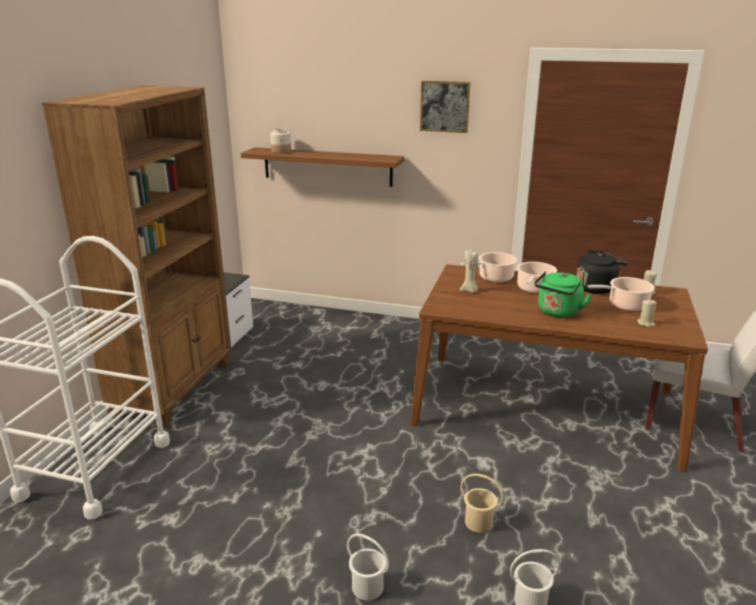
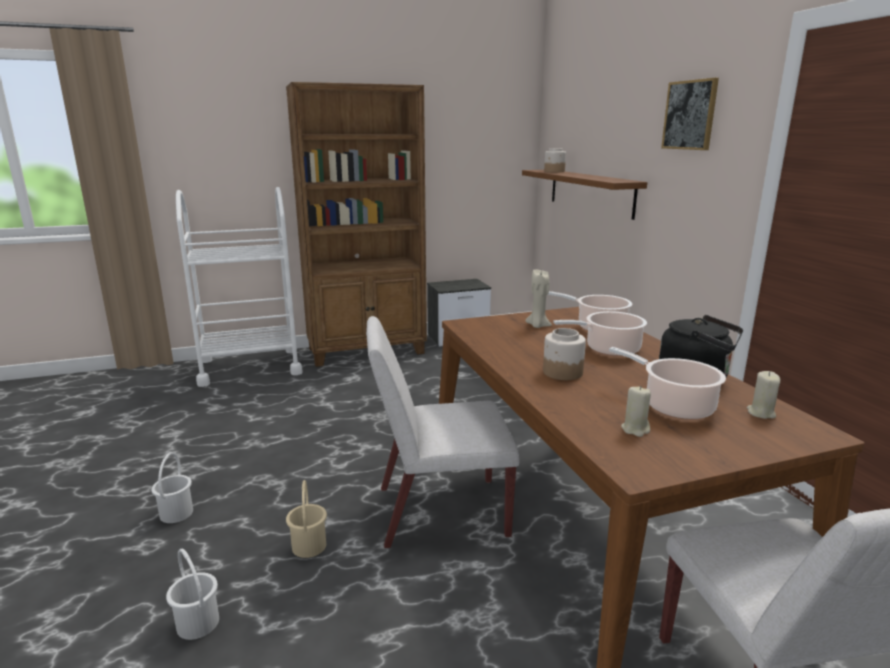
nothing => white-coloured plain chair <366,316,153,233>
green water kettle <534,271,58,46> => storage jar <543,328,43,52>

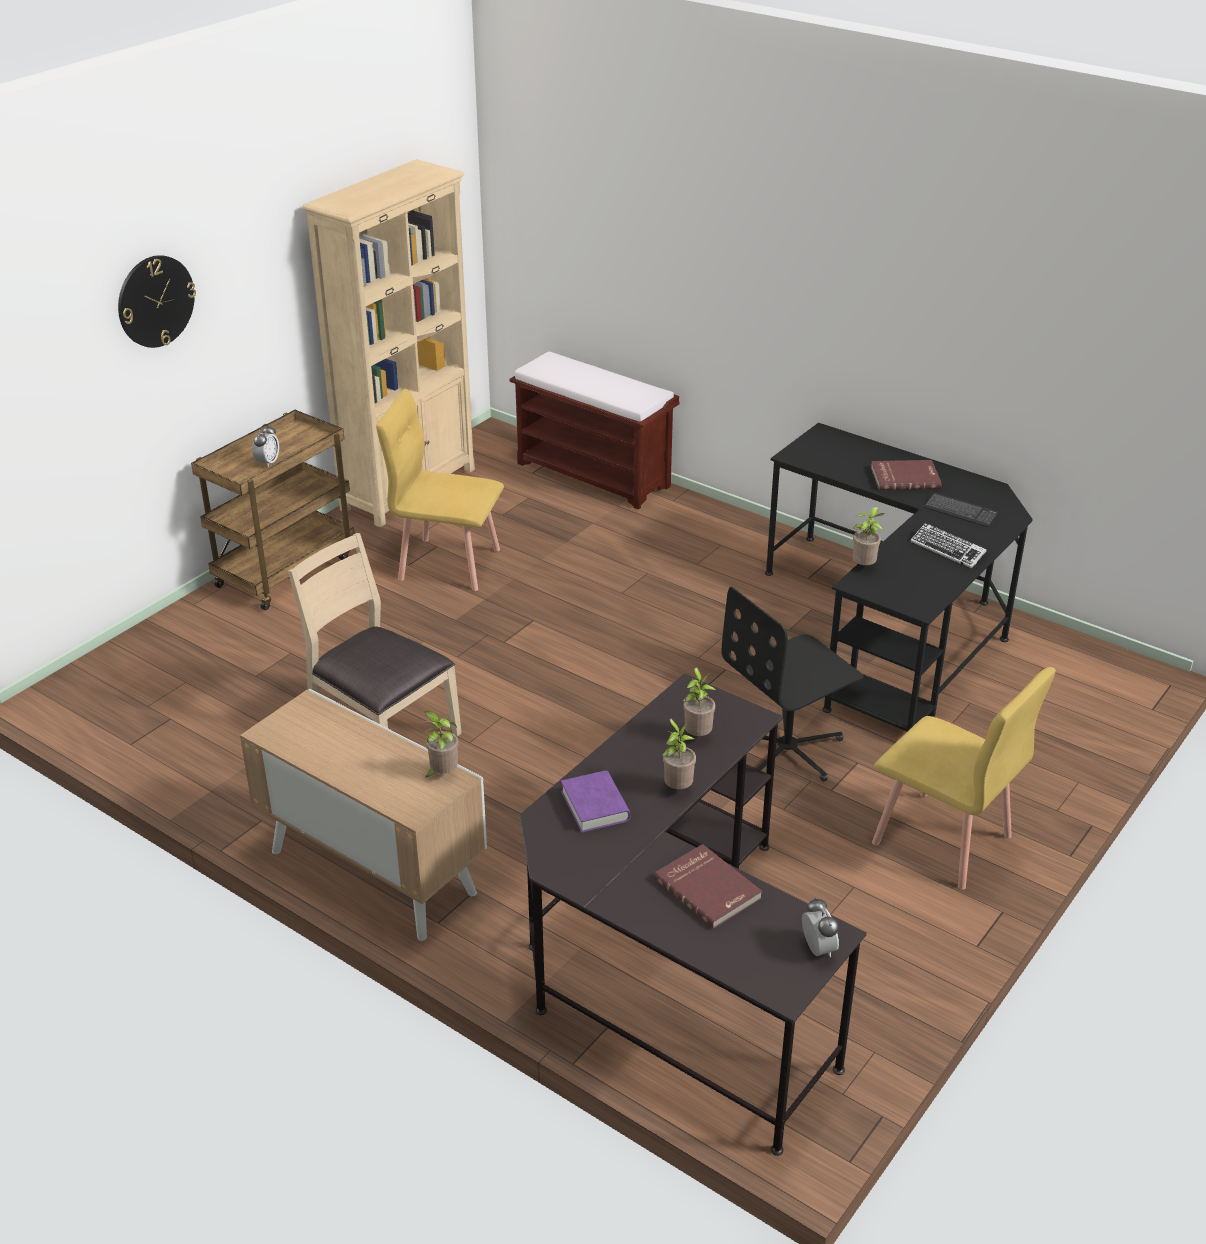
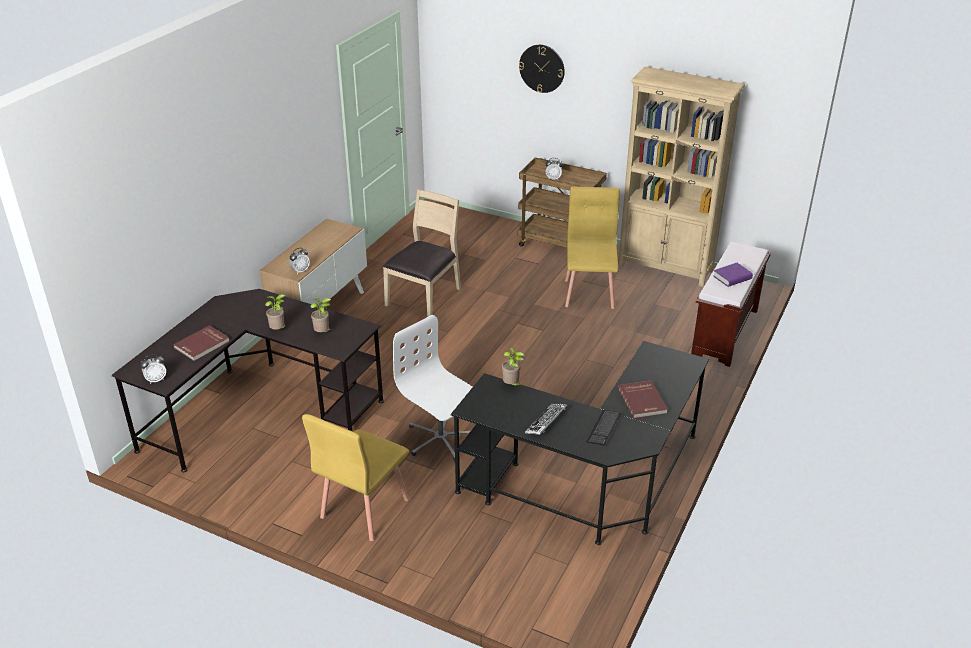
potted plant <418,711,40,67> => table clock <289,248,21,26>
black-coloured office chair <722,587,141,195> => white-coloured office chair <393,315,80,146>
purple-coloured bound book <561,770,69,63> => purple-coloured bound book <713,263,40,24>, move

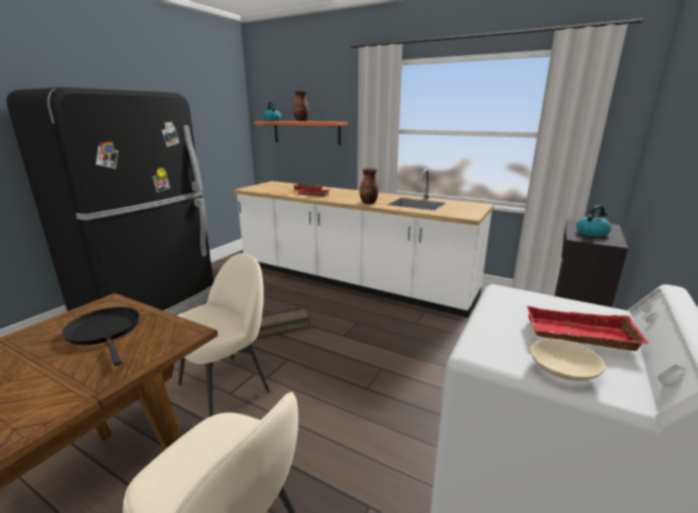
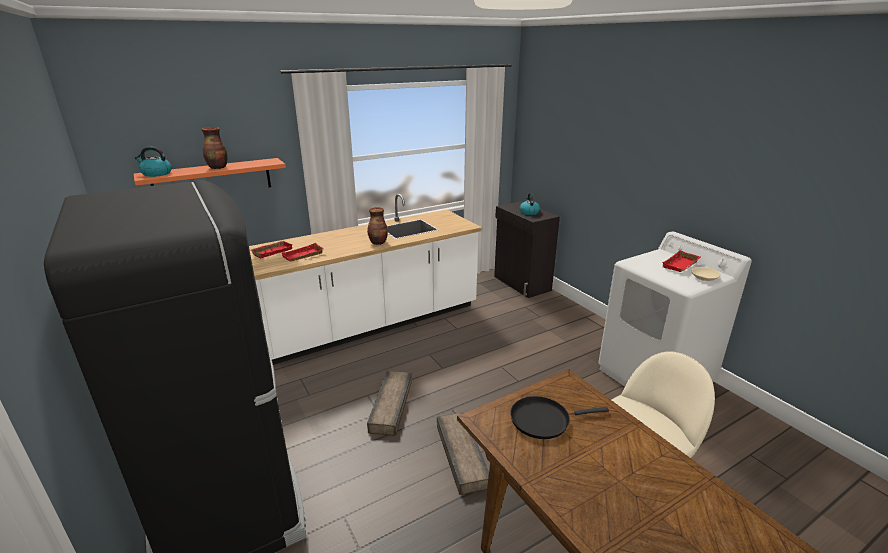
beige plain chair <177,253,93,164> => crate <437,412,52,83>

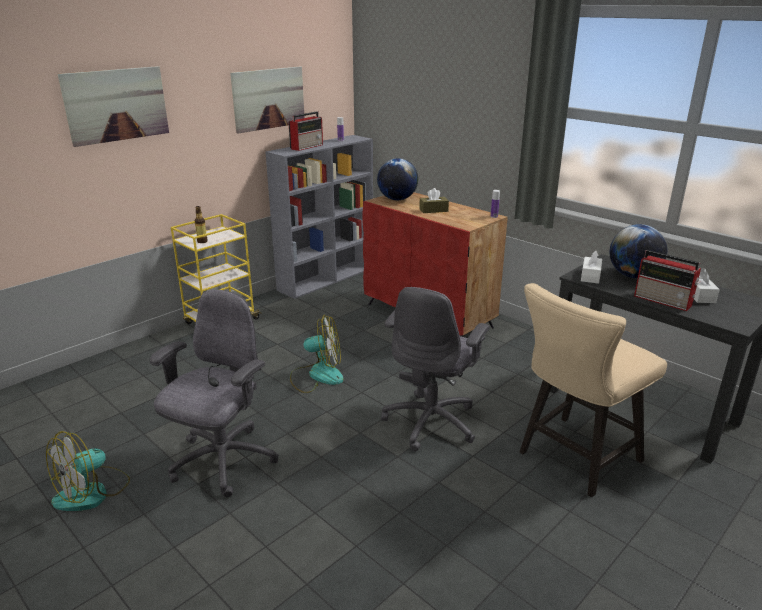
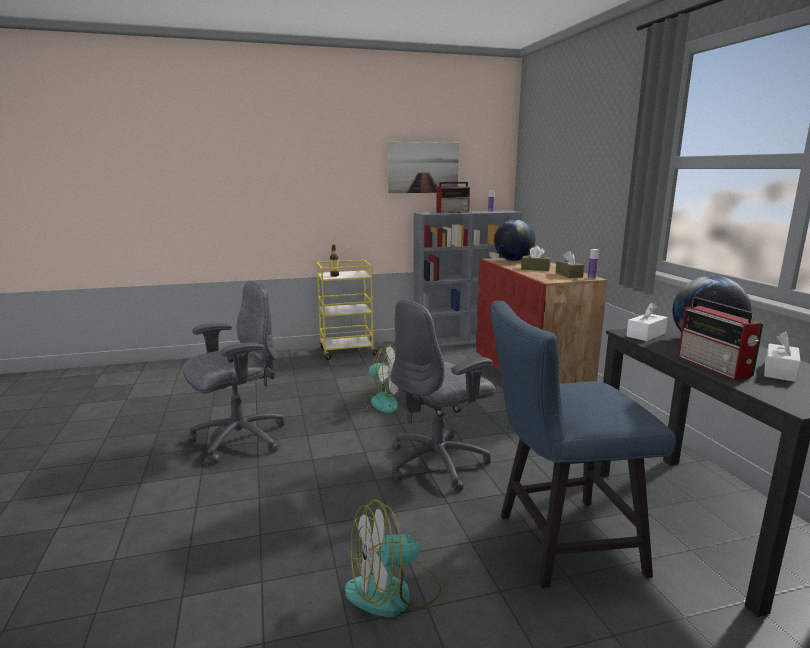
fan <46,431,84,80> => fan <345,499,97,118>, move
beige plain chair <520,283,147,214> => blue plain chair <491,301,185,287>
nothing => brownish tissue box <556,251,28,27>
wall picture <58,66,111,81> => nothing

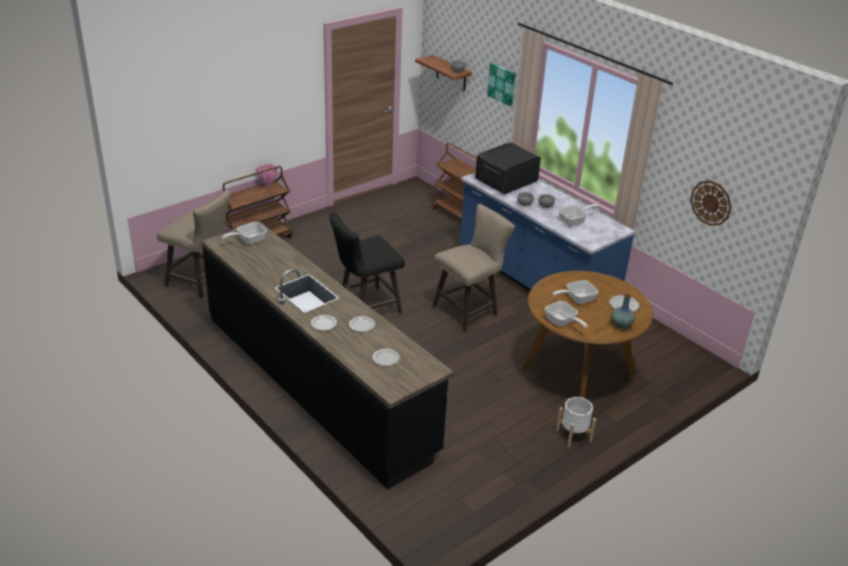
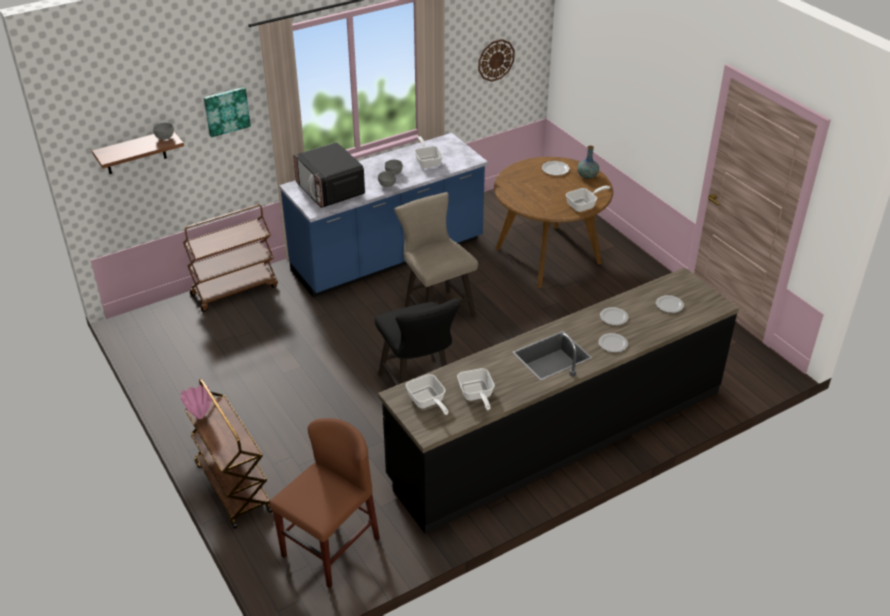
beige sitting stool <157,190,74,108> => brownish plain chair <269,418,111,170>
pan <553,280,45,24> => pan <457,368,38,42>, move
white-coloured plant pot <556,397,40,50> => nothing

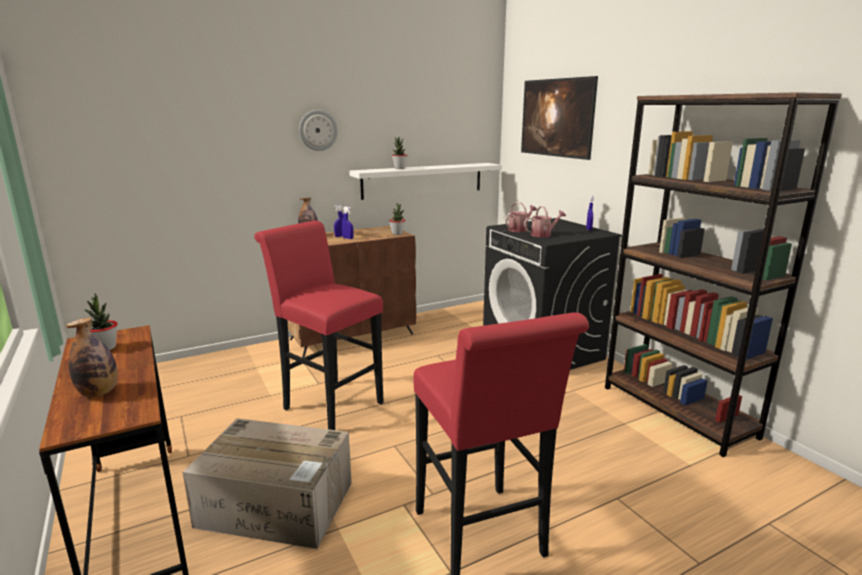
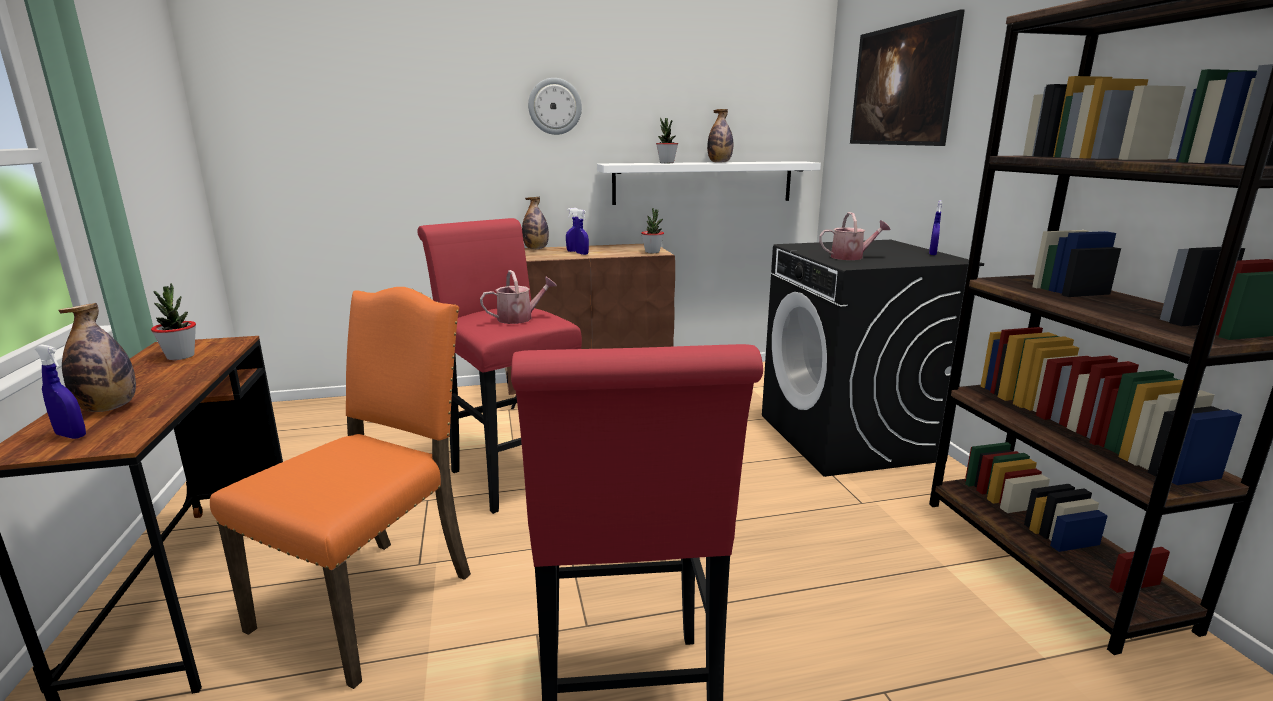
nothing => blue hand sprayer <35,344,51,95>
carton <183,418,169,131> => orangey plain chair <210,287,261,402>
watering can <505,202,32,30> => watering can <480,270,77,54>, move
nothing => drink bottle <707,109,26,54>

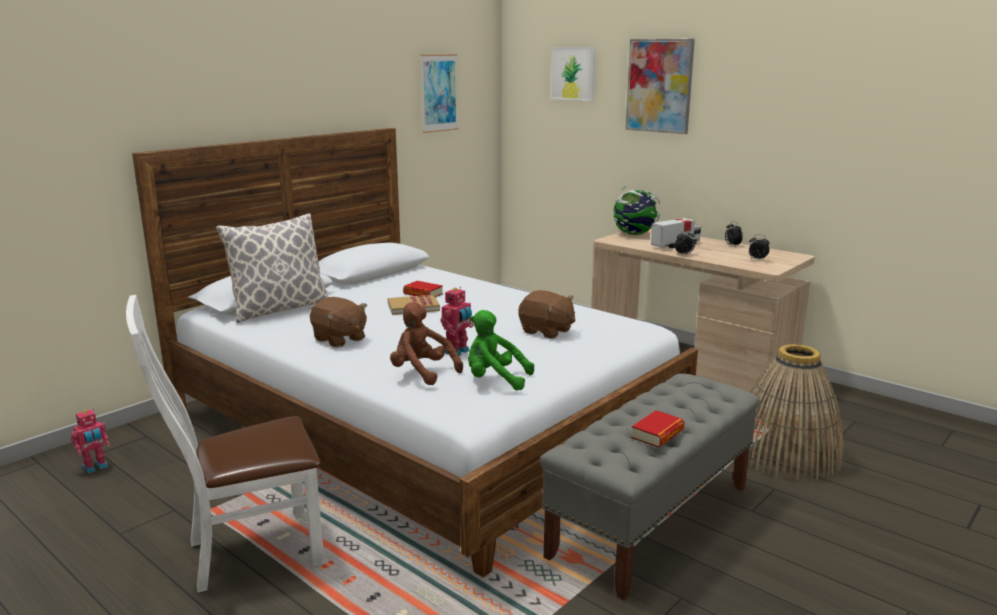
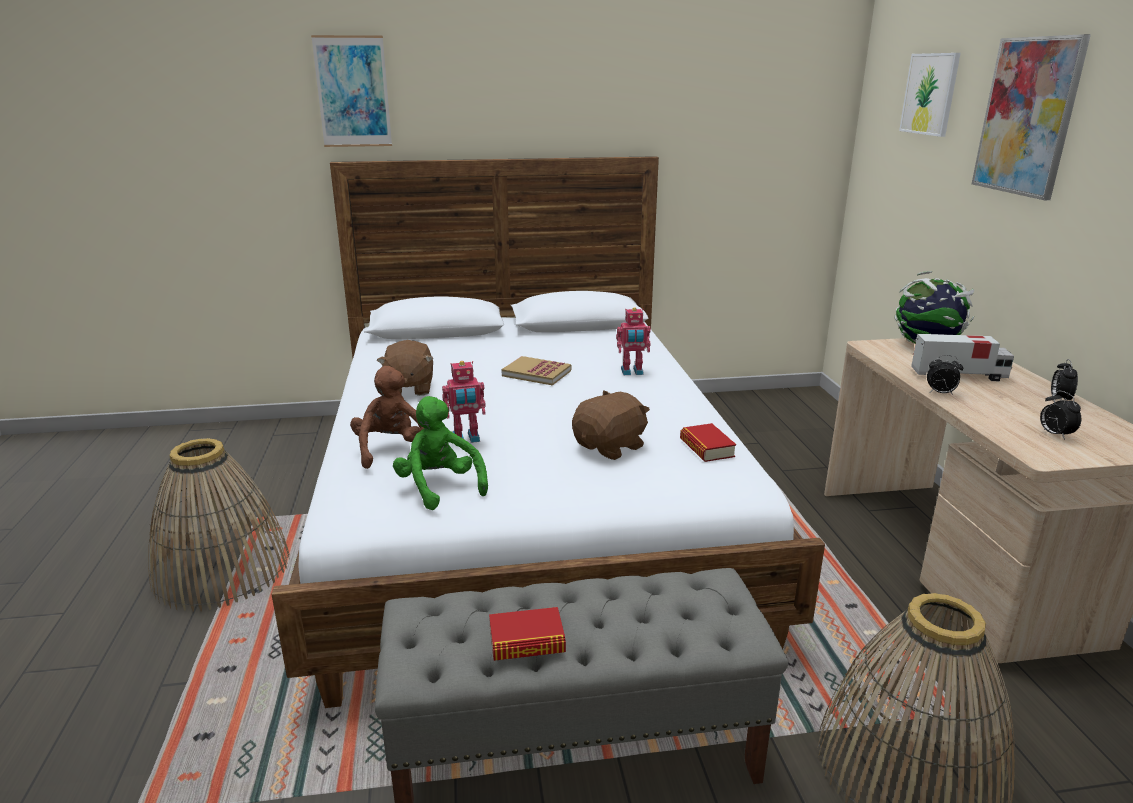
white-coloured plain chair <126,295,198,298> => basket <148,438,142,174>
wall picture <421,54,37,79> => wall picture <311,35,81,112>, move
brownish cuddly toy <518,290,57,49> => brownish cuddly toy <572,390,78,70>, 120 degrees counterclockwise
model robot <71,409,39,65> => model robot <616,307,35,68>, move
bound book <403,281,40,16> => bound book <680,423,56,39>, move
pillow <216,213,112,110> => nothing

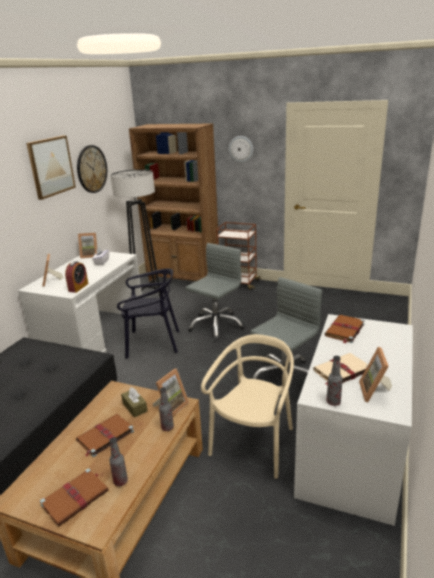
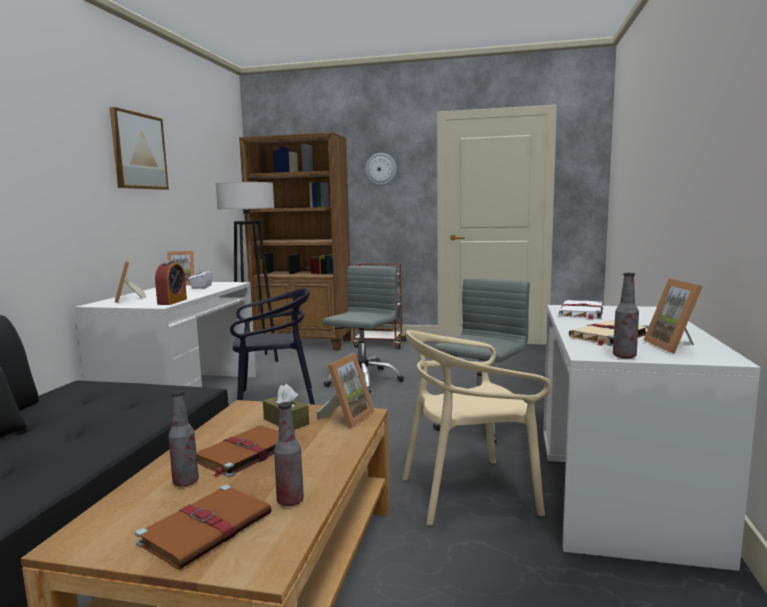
drink bottle <159,387,15,44> => drink bottle <168,390,31,97>, move
beige plain chair <201,334,93,145> => beige plain chair <403,330,148,196>, 120 degrees counterclockwise
brownish bound book <325,315,40,29> => white-coloured bound book <558,300,45,20>
clock on the wall <77,145,30,48> => nothing

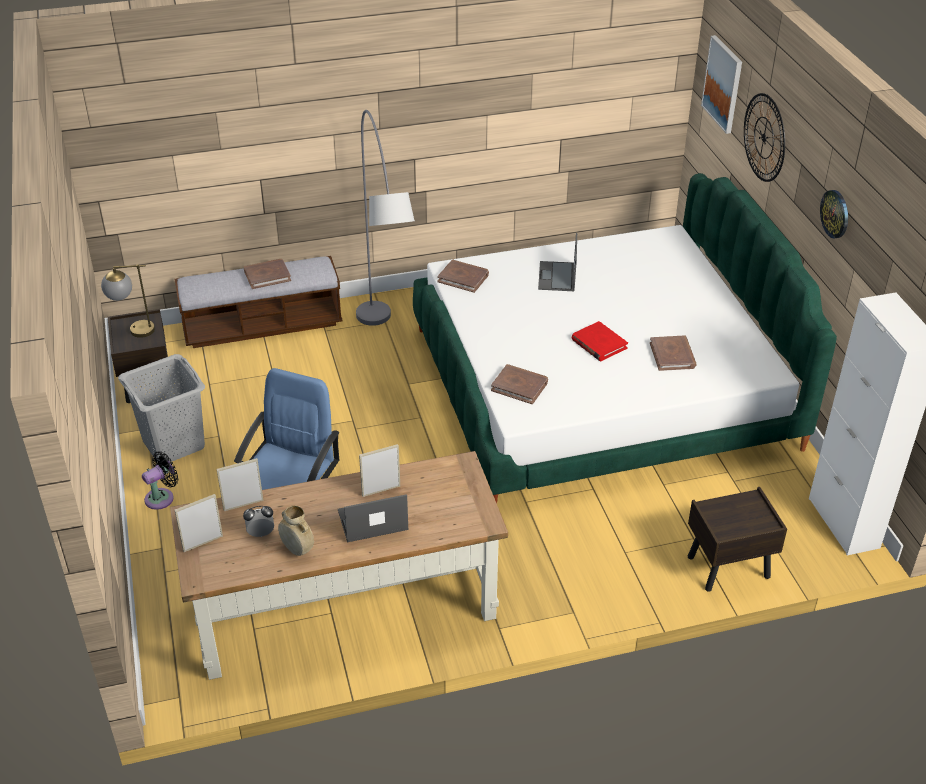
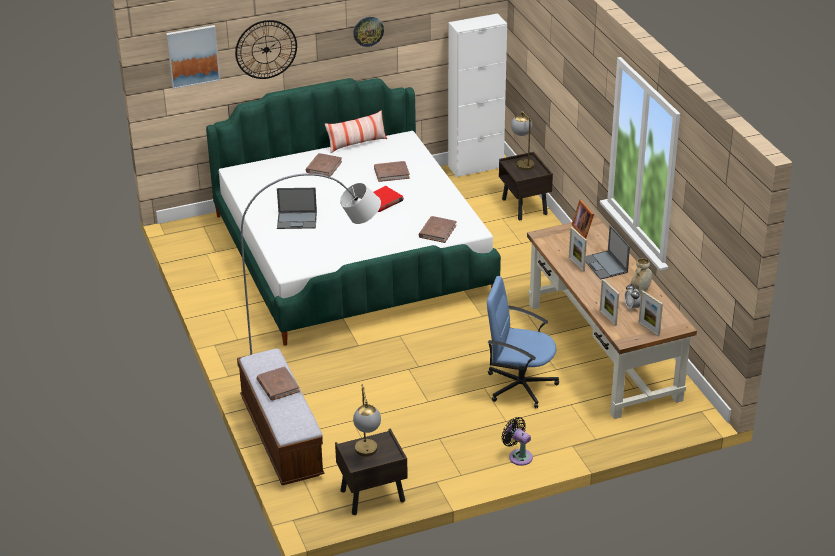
brownish bound book <437,260,52,33> => brownish bound book <305,153,37,24>, move
nothing => pillow <325,110,62,43>
nothing => tabletop lamp <511,111,24,59>
nothing => photo frame <571,200,23,39>
grey laundry basket <118,354,87,109> => nothing

